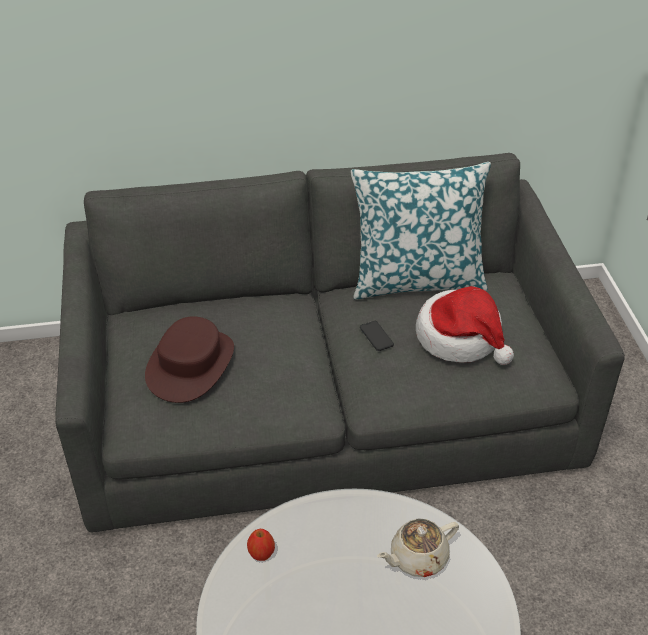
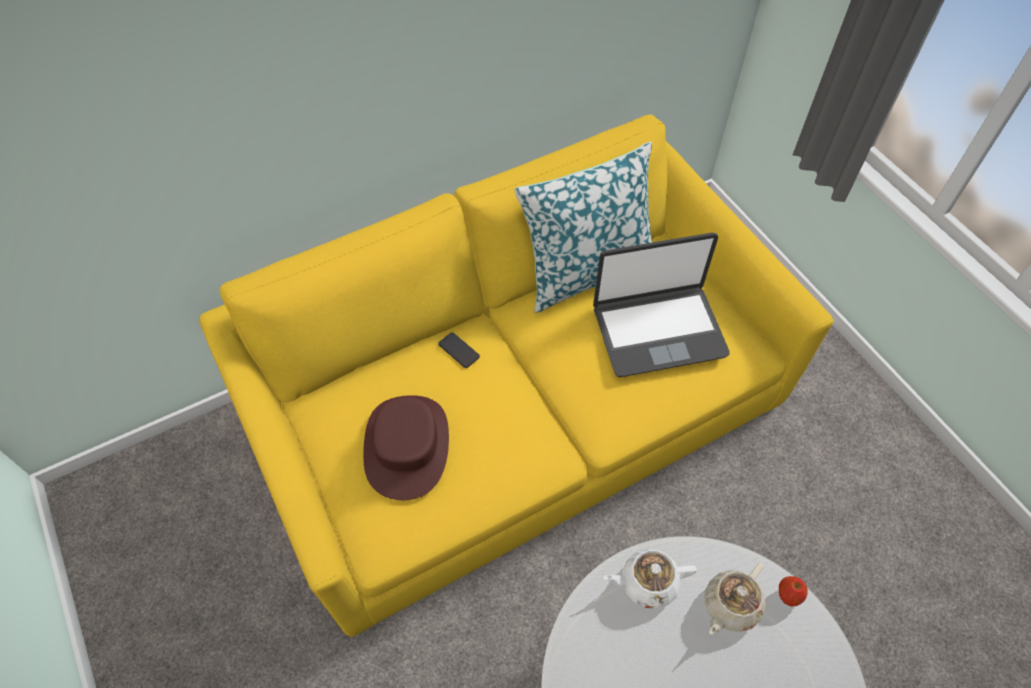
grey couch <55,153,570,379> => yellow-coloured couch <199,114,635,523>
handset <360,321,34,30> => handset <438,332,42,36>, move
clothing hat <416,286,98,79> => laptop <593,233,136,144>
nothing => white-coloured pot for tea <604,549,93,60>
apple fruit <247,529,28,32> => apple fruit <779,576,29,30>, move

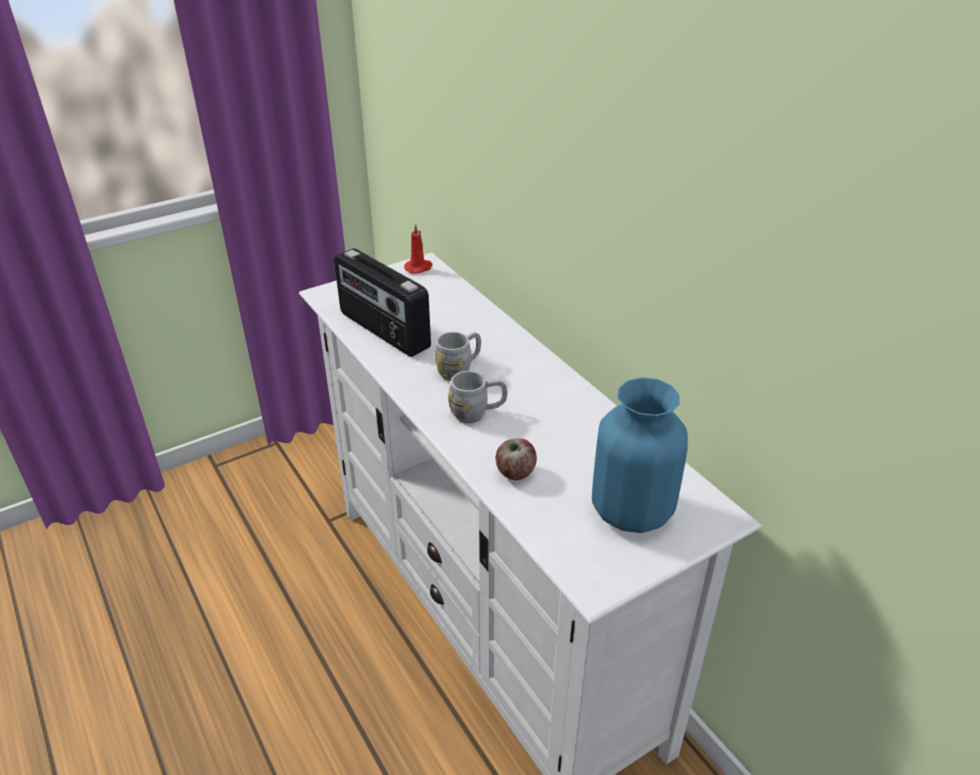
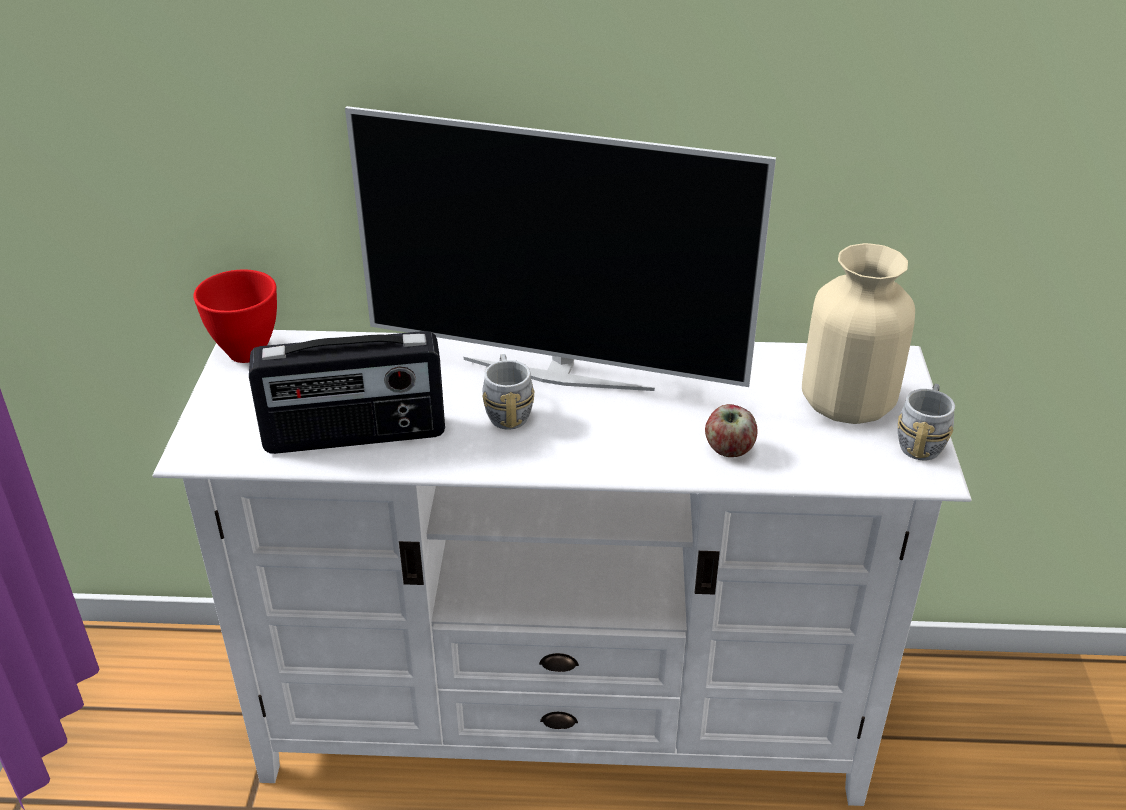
red candle <404,223,29,51> => red deep dish <194,270,83,93>
nothing => TV <345,106,431,285>
blue decorative vase <592,377,96,156> => beige decorative vase <802,243,113,181>
grey coffee mug <448,371,59,52> => grey coffee mug <898,384,57,77>, move

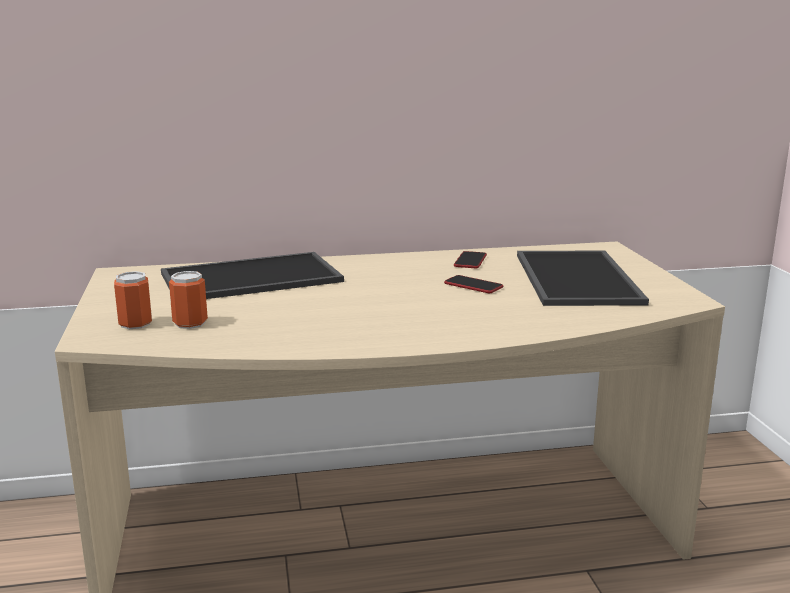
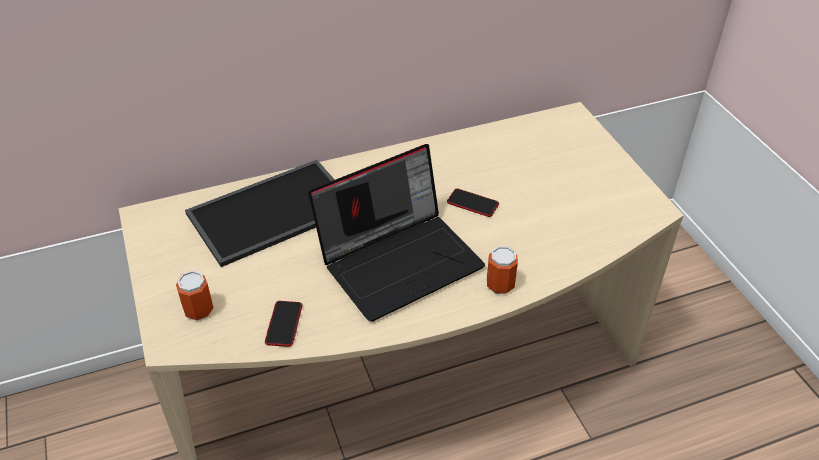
handset <454,251,33,17> => handset <265,301,37,46>, move
nothing => laptop <308,144,177,178>
can <169,271,39,58> => can <487,246,31,48>, move
tray <517,251,132,55> => nothing

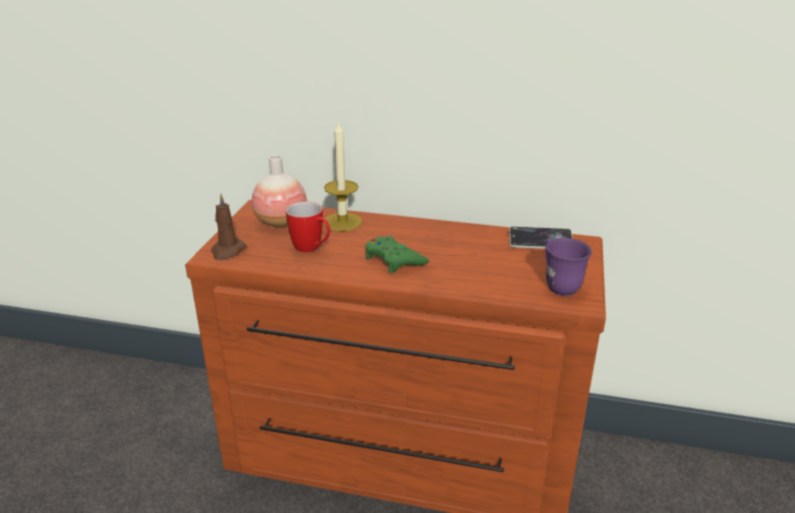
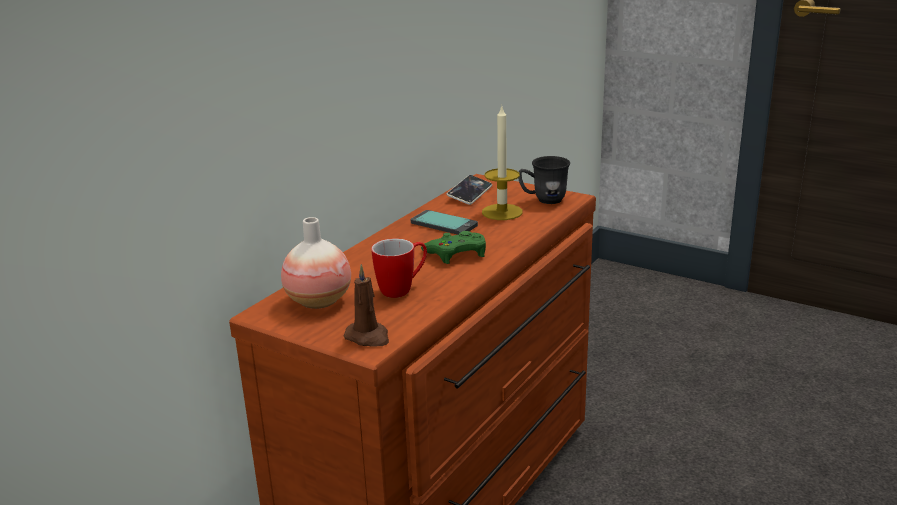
nothing => handset <411,210,67,25>
candle <323,120,39,111> => candle <482,104,41,116>, move
purple-coloured coffee mug <545,238,47,58> => grey coffee mug <518,156,52,48>

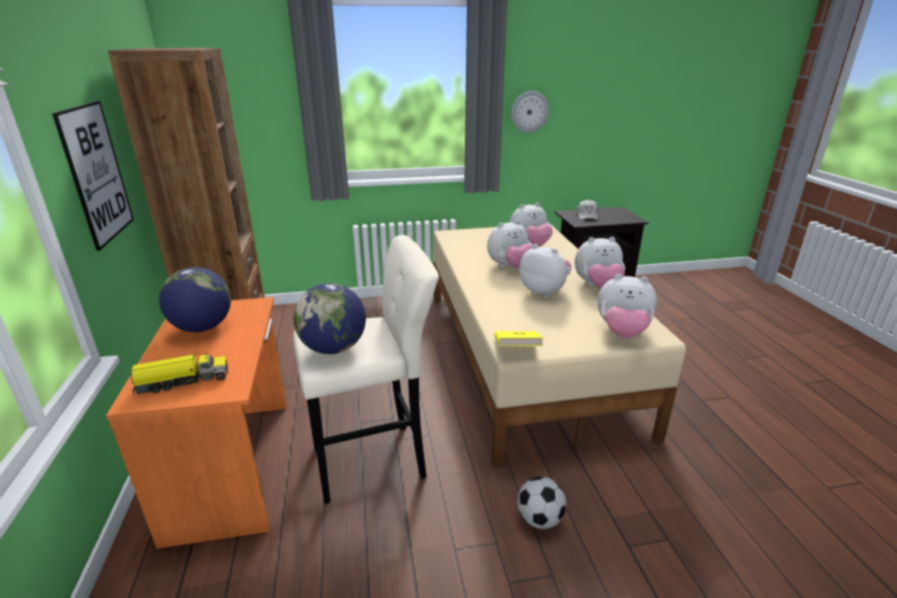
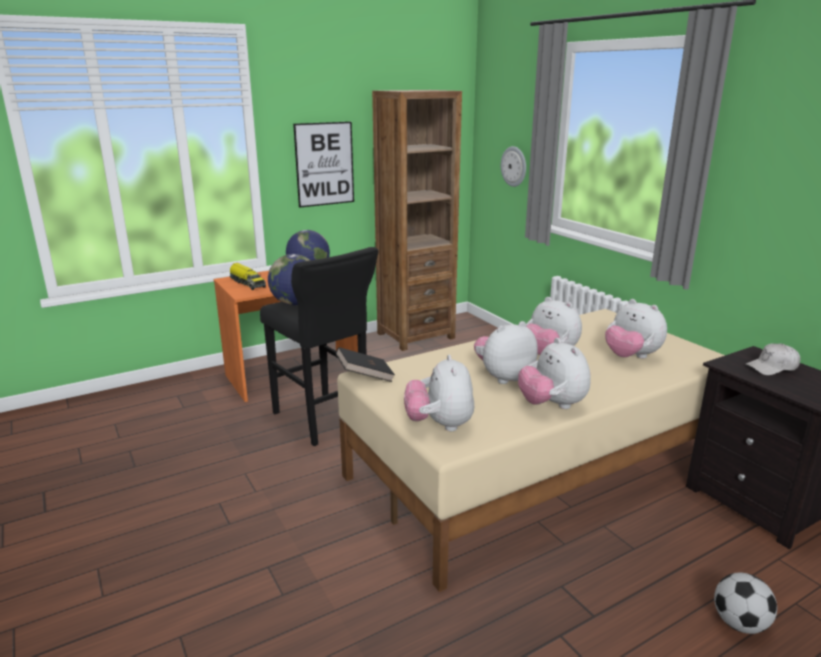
beige sitting stool <293,235,146,269> => black-coloured sitting stool <260,247,119,199>
yellow-coloured bound book <495,331,48,15> => black-coloured bound book <336,347,59,35>
cuddly toy <519,244,53,54> => cuddly toy <474,321,64,63>, 135 degrees counterclockwise
clock on the wall <511,91,38,42> => clock on the wall <501,146,25,41>, move
football ball <517,477,49,52> => football ball <714,573,63,61>, move

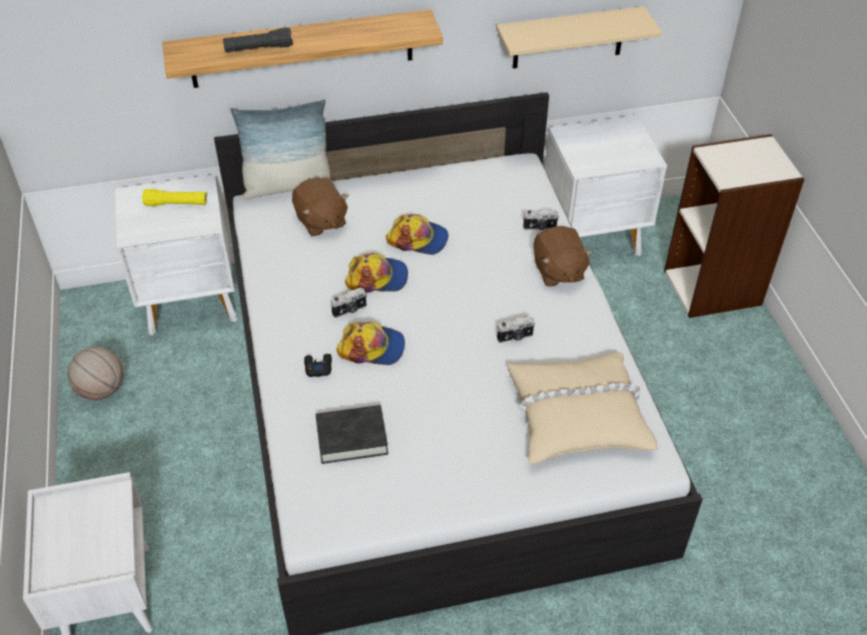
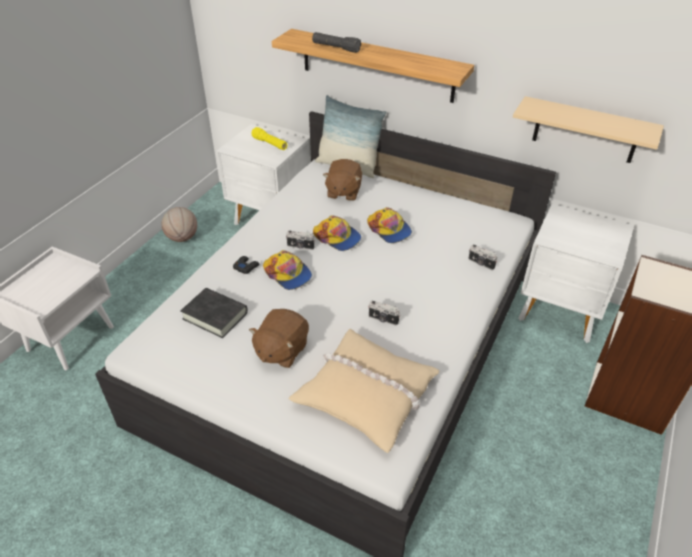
brownish cuddly toy <533,226,60,61> => brownish cuddly toy <249,309,60,59>, move

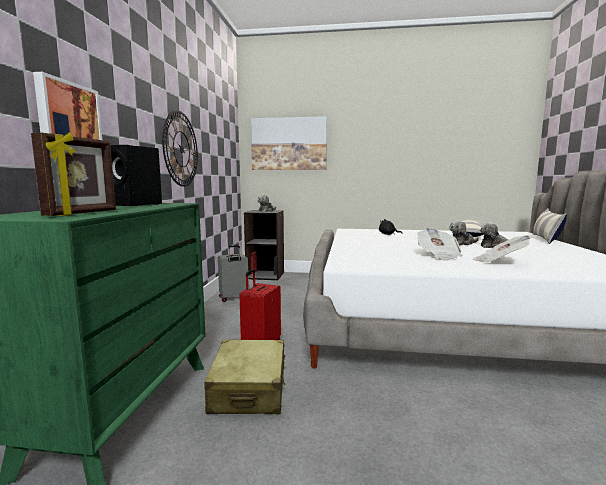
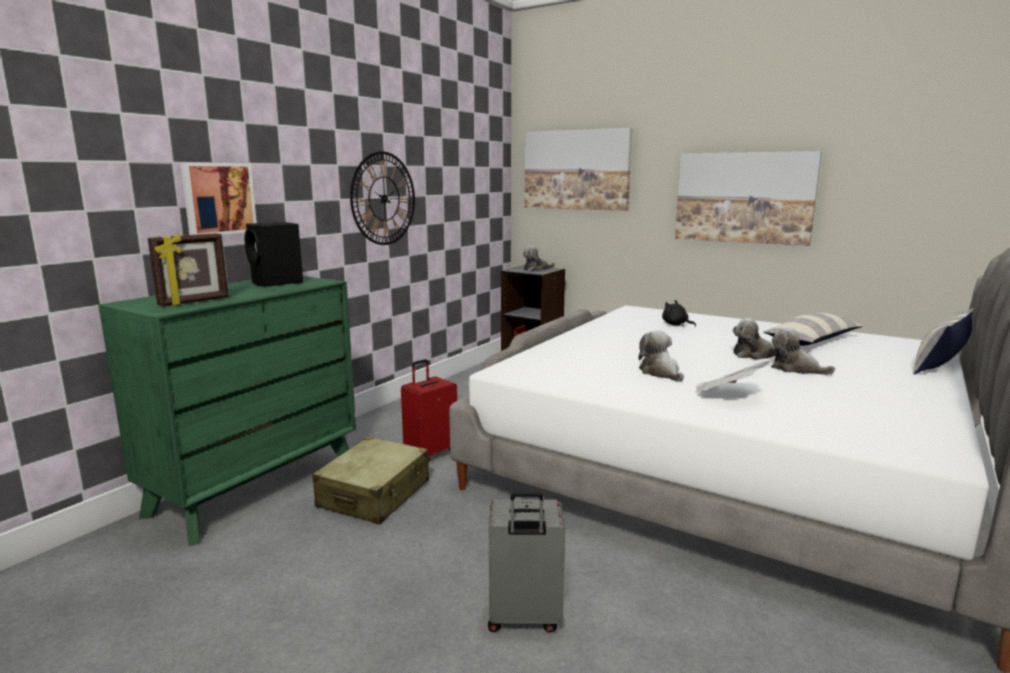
grey piece of luggage <218,245,31,57> => grey piece of luggage <488,491,77,142>, move
printed paper <417,228,46,33> => cuddly toy <638,330,46,52>
nothing => wall picture <675,151,147,95>

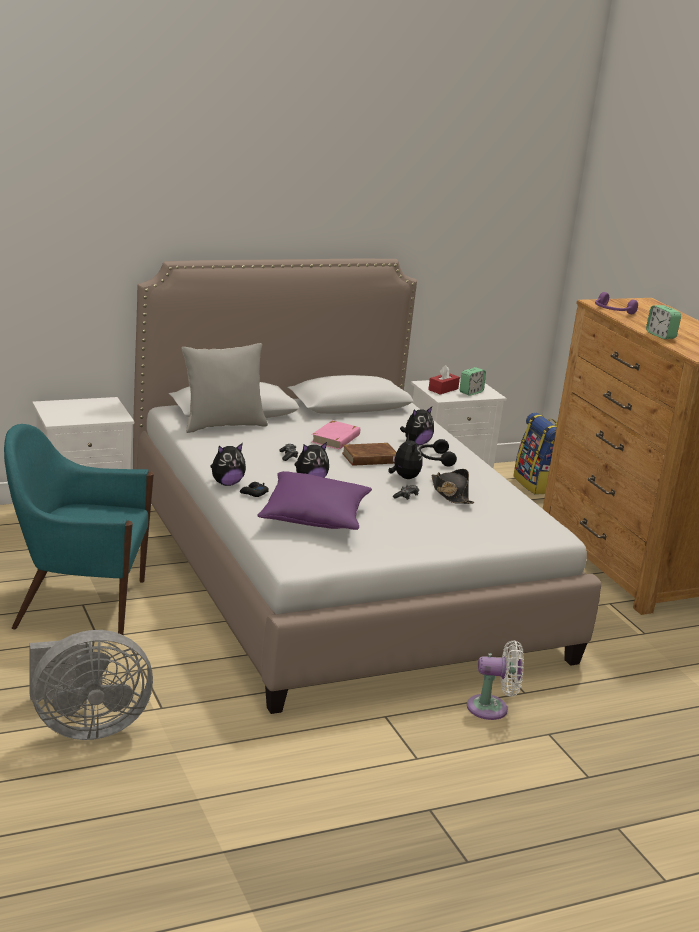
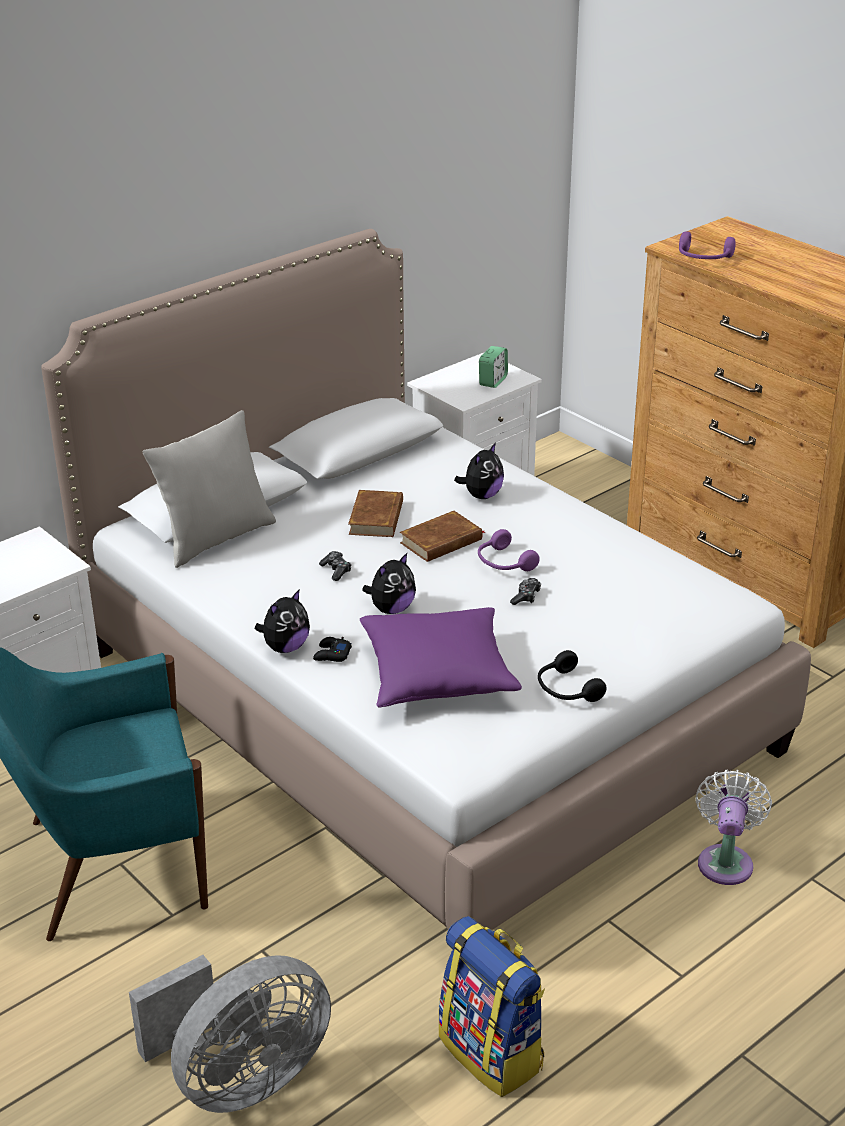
pinkish bound book <312,420,48,30> => brownish bound book <348,490,55,47>
rucksack <513,413,44,81> => rucksack <439,916,106,181>, move
cuddly toy <388,434,35,45> => purple-coloured headset <478,529,62,42>
black-coloured headset <420,439,37,27> => black-coloured headset <538,650,69,52>, move
white-coloured fan <467,640,57,80> => white-coloured fan <695,770,77,115>, 60 degrees counterclockwise
red tissue box <428,365,32,30> => nothing
black-coloured clothing hat <431,469,43,35> => nothing
table clock <646,305,35,34> => nothing

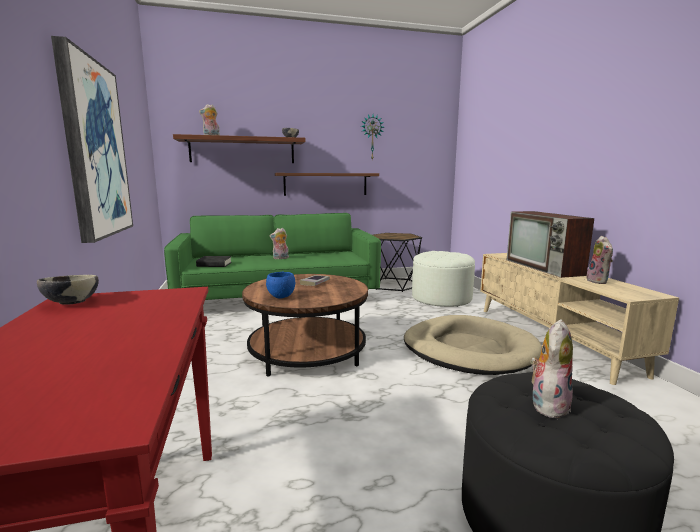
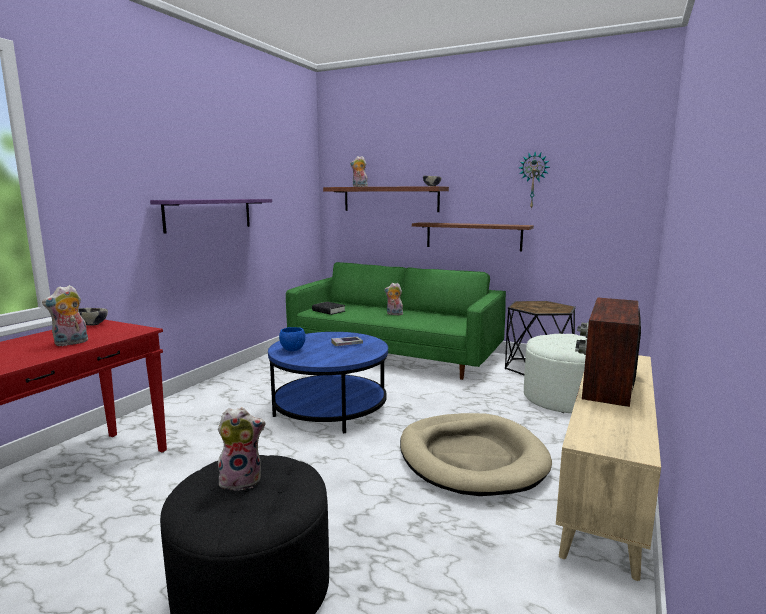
cuddly toy <586,236,27,48> => cuddly toy <42,285,46,61>, move
wall picture <51,36,82,207> => purple-coloured wall shelf <150,199,122,35>
brownish coffee table <242,274,126,103> => blue coffee table <268,332,120,102>

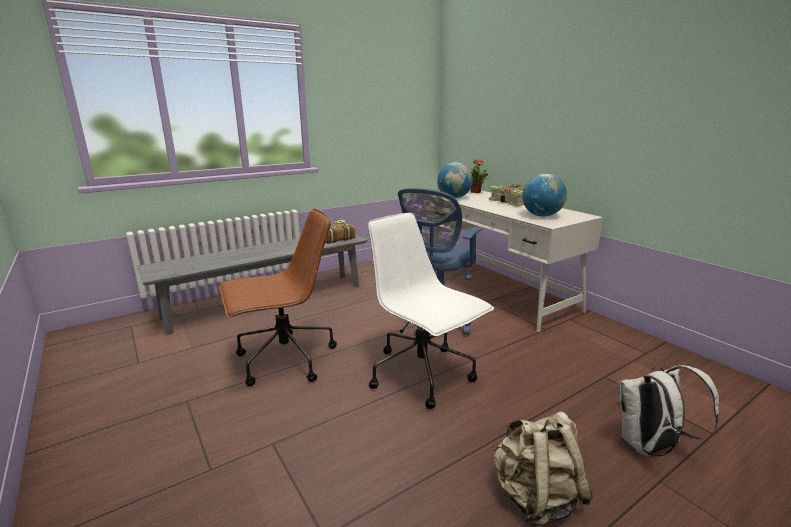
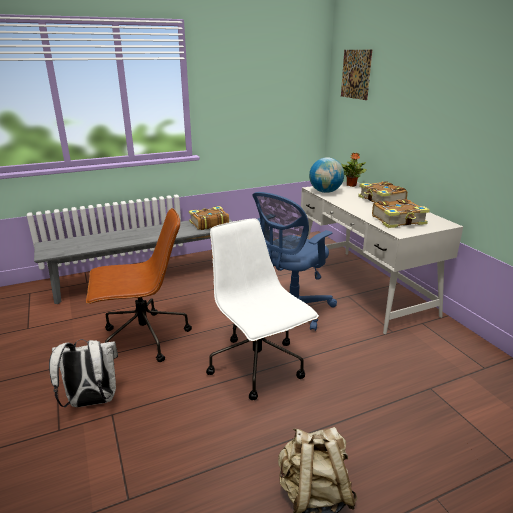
white-coloured rucksack <618,365,101,91> => white-coloured rucksack <49,339,69,69>, move
nothing => wall picture <341,50,31,50>
world globe <522,174,45,43> => bound book <372,199,58,29>

